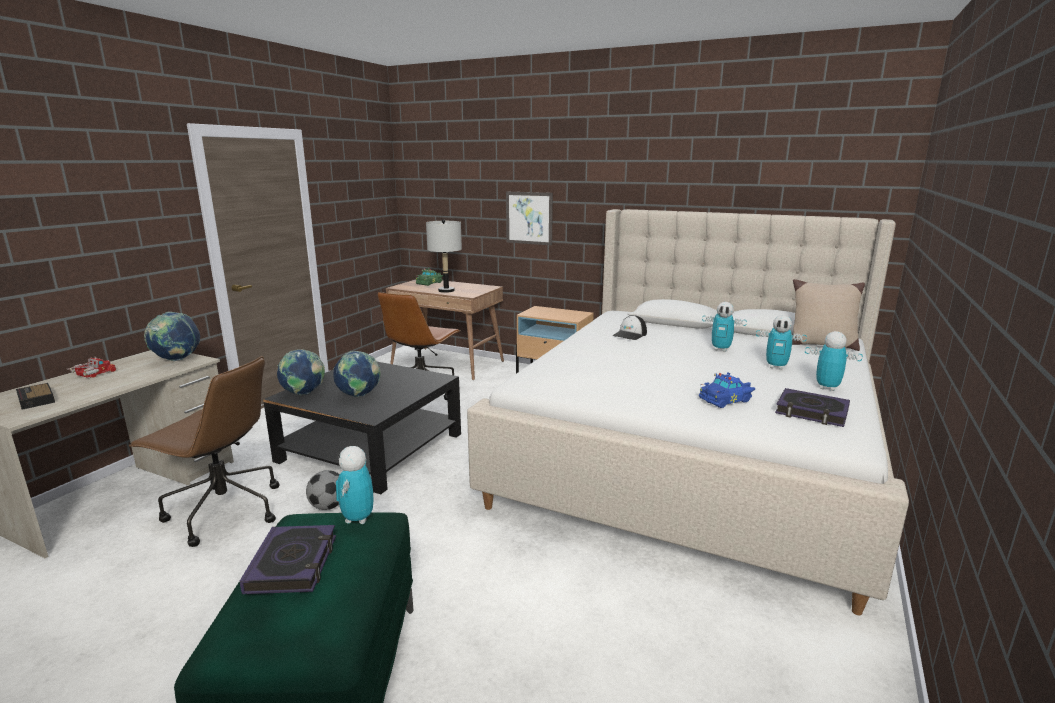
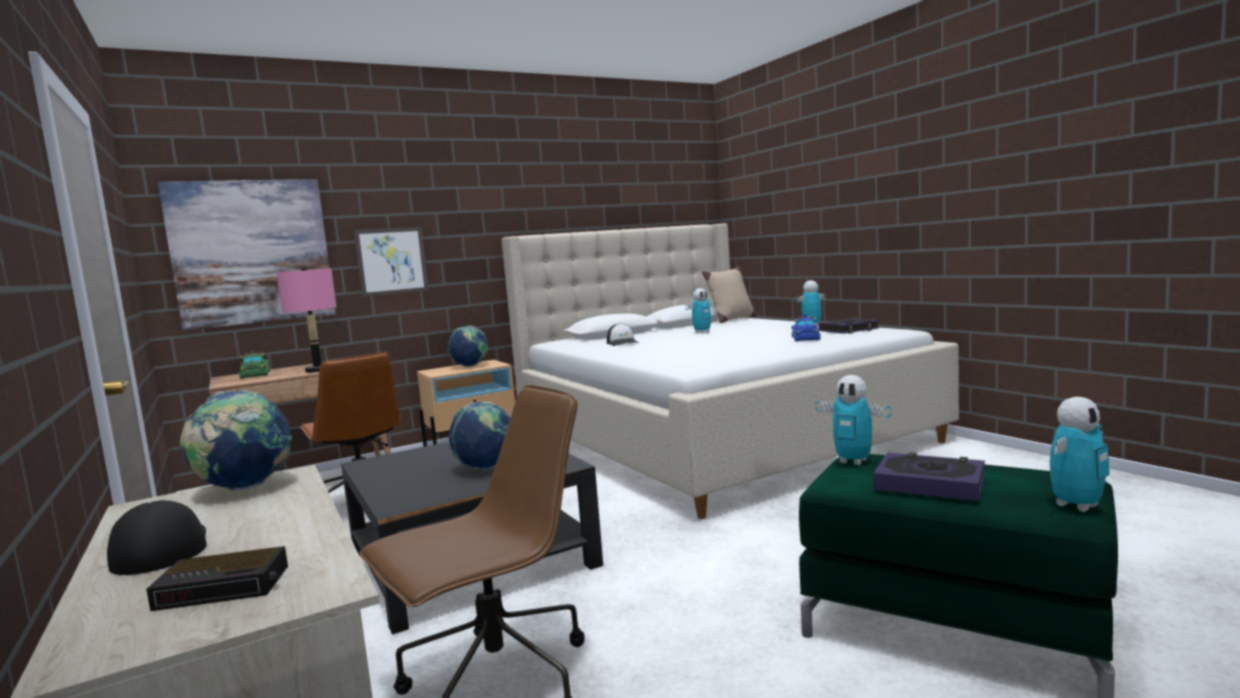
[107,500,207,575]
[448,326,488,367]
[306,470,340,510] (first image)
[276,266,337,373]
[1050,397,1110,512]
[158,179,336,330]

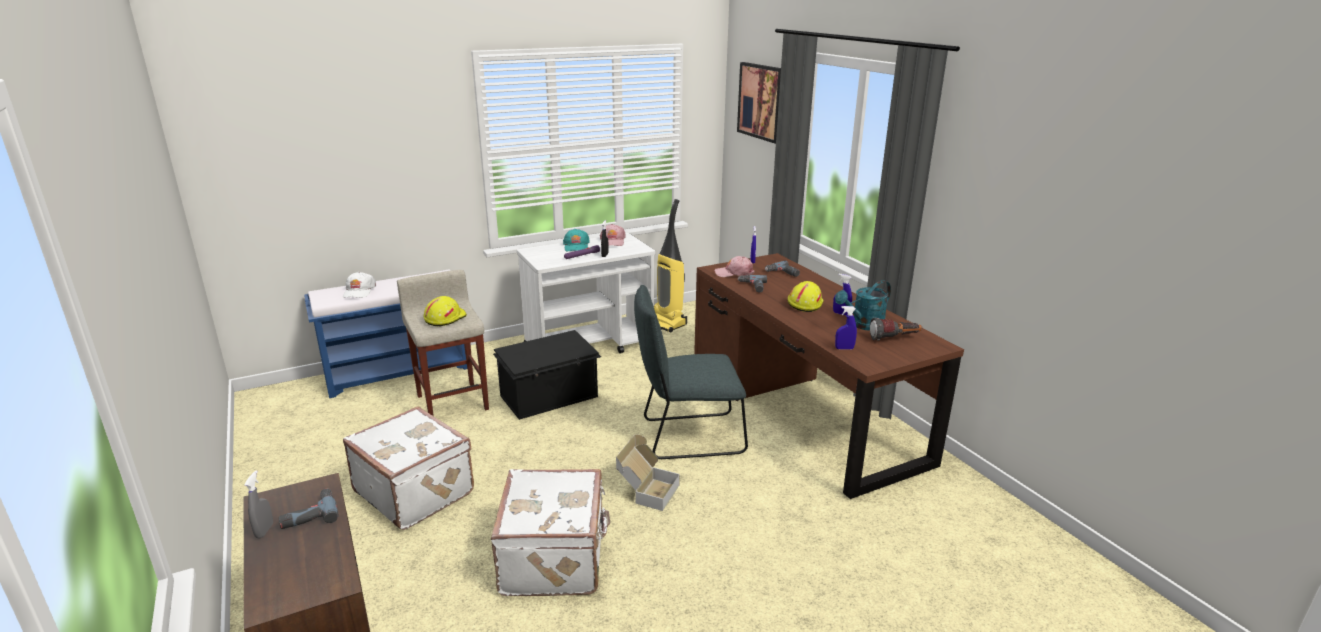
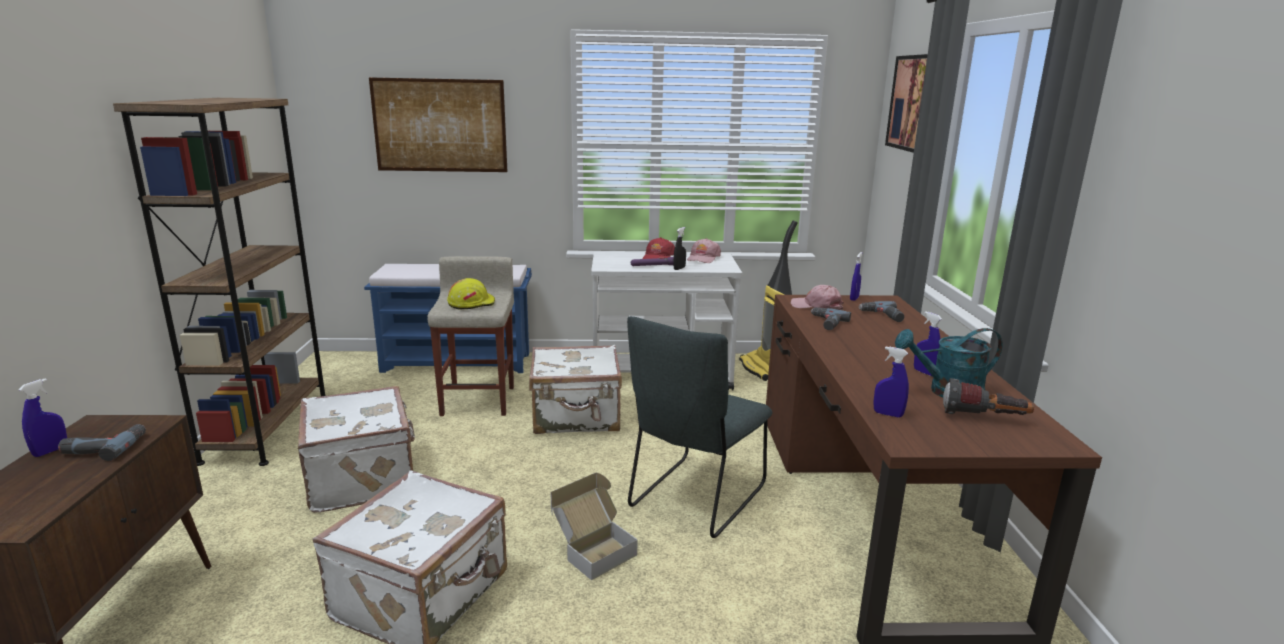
[18,378,67,457]
[343,272,376,298] (first image)
[529,345,622,434]
[642,237,675,259]
[627,316,773,538]
[787,281,824,312] (first image)
[113,98,325,466]
[369,77,507,172]

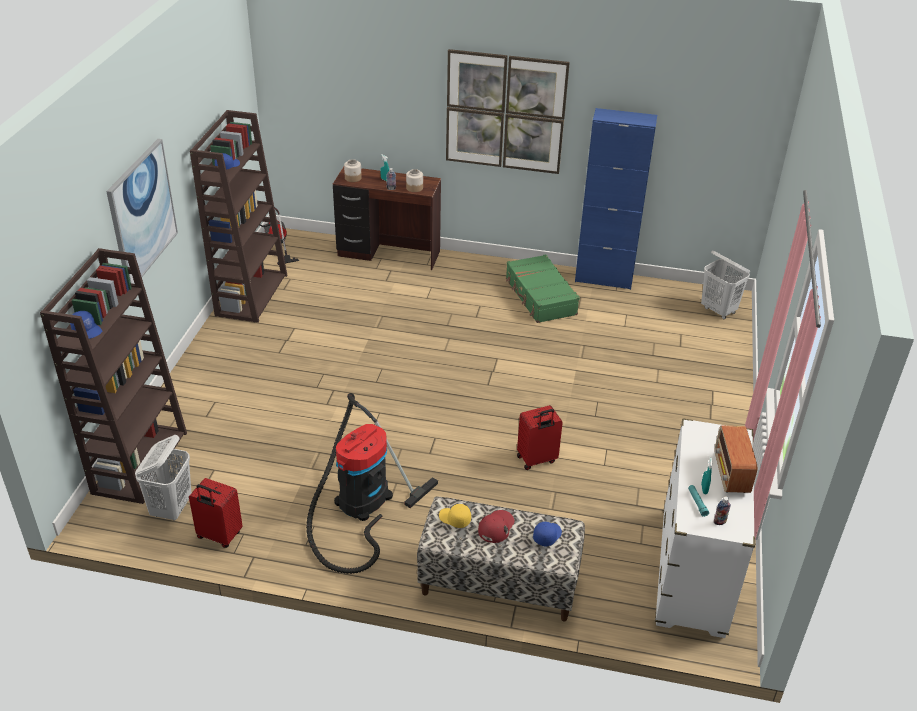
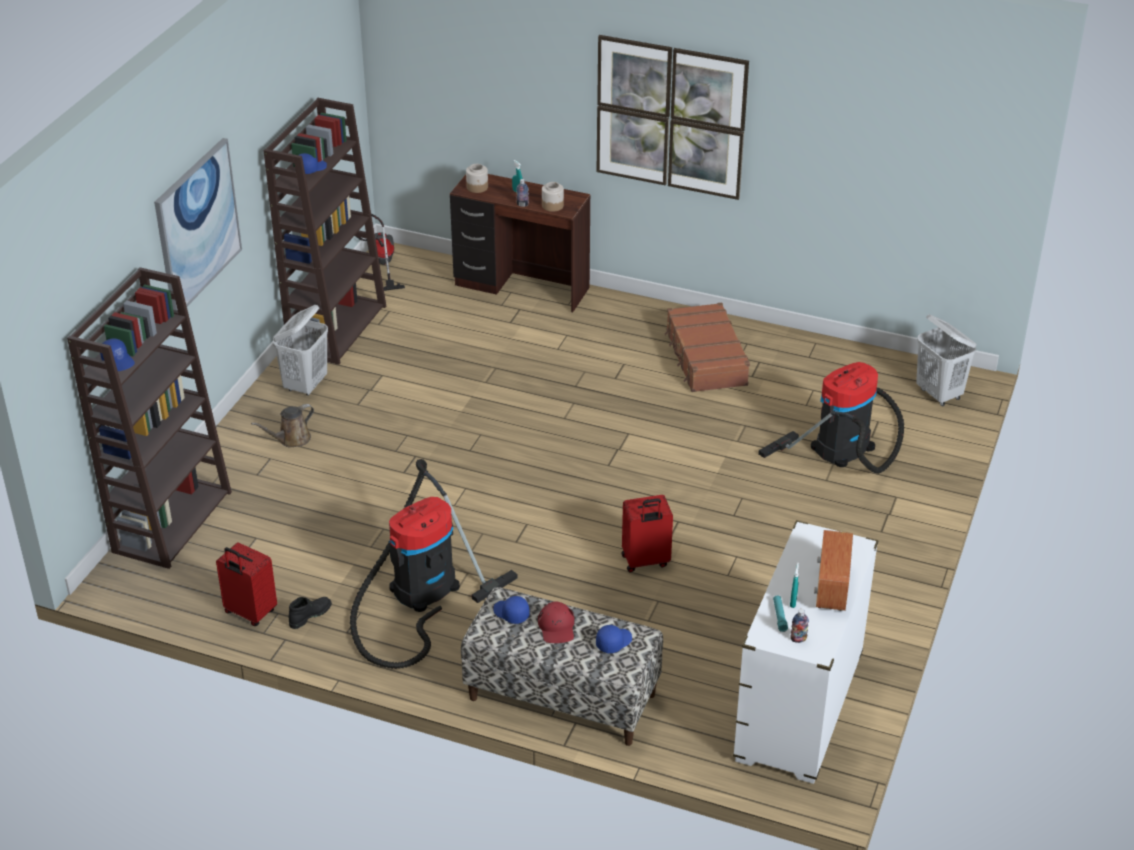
[273,305,328,396]
[493,596,530,624]
[538,602,574,643]
[664,302,750,392]
[575,108,657,290] (first image)
[251,404,314,447]
[289,597,332,629]
[758,362,904,474]

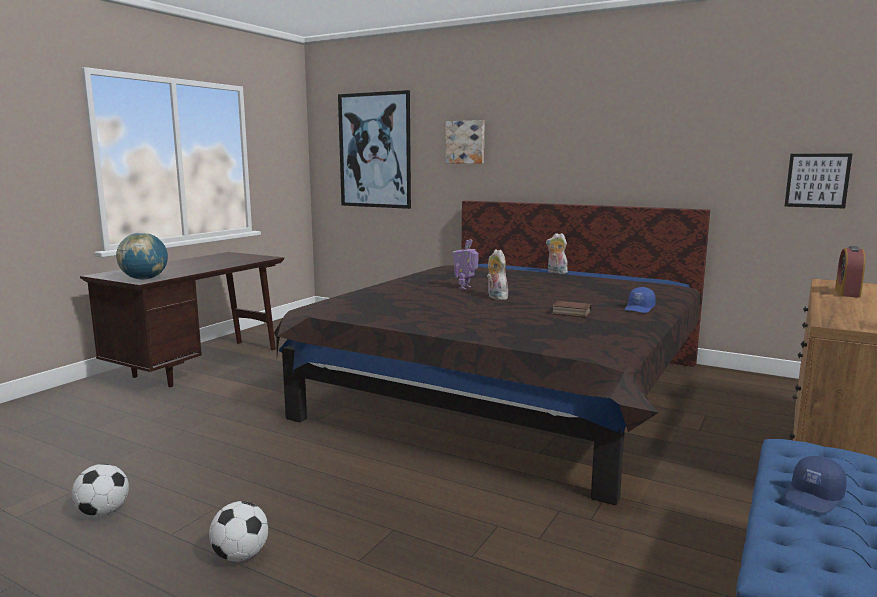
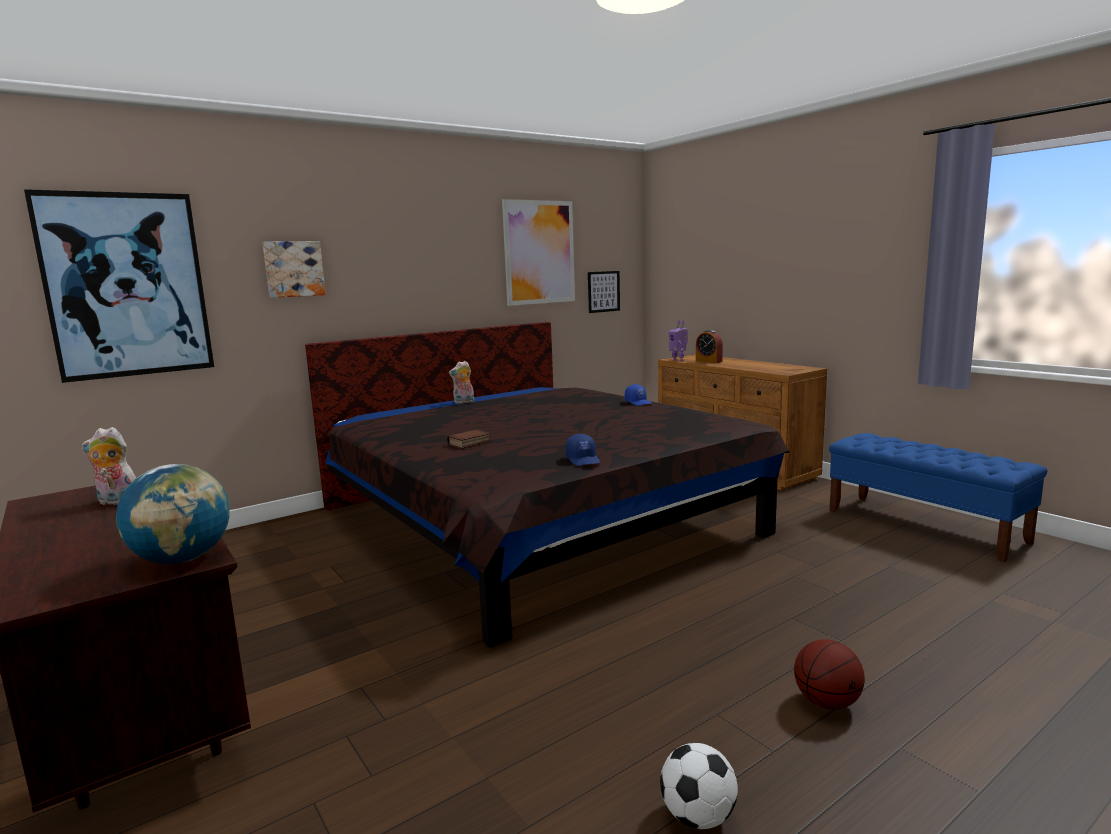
[794,639,865,710]
[669,320,688,361]
[82,427,136,505]
[447,429,491,449]
[566,434,600,466]
[502,199,575,306]

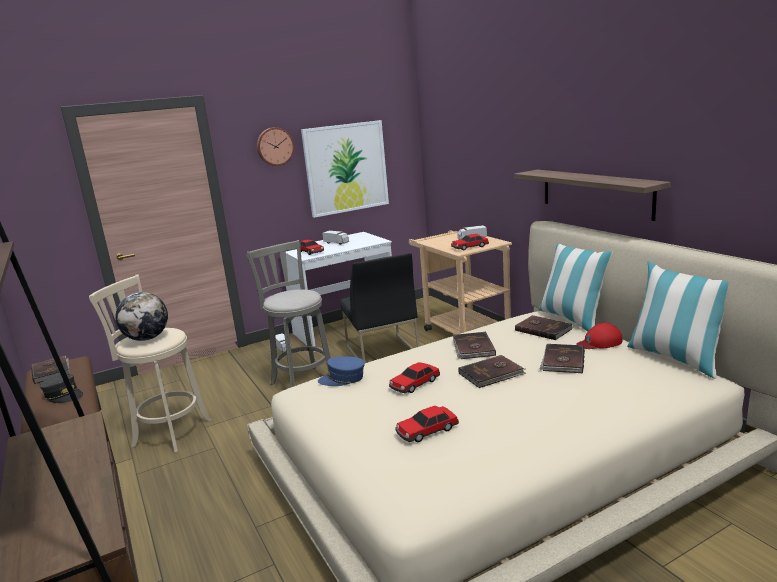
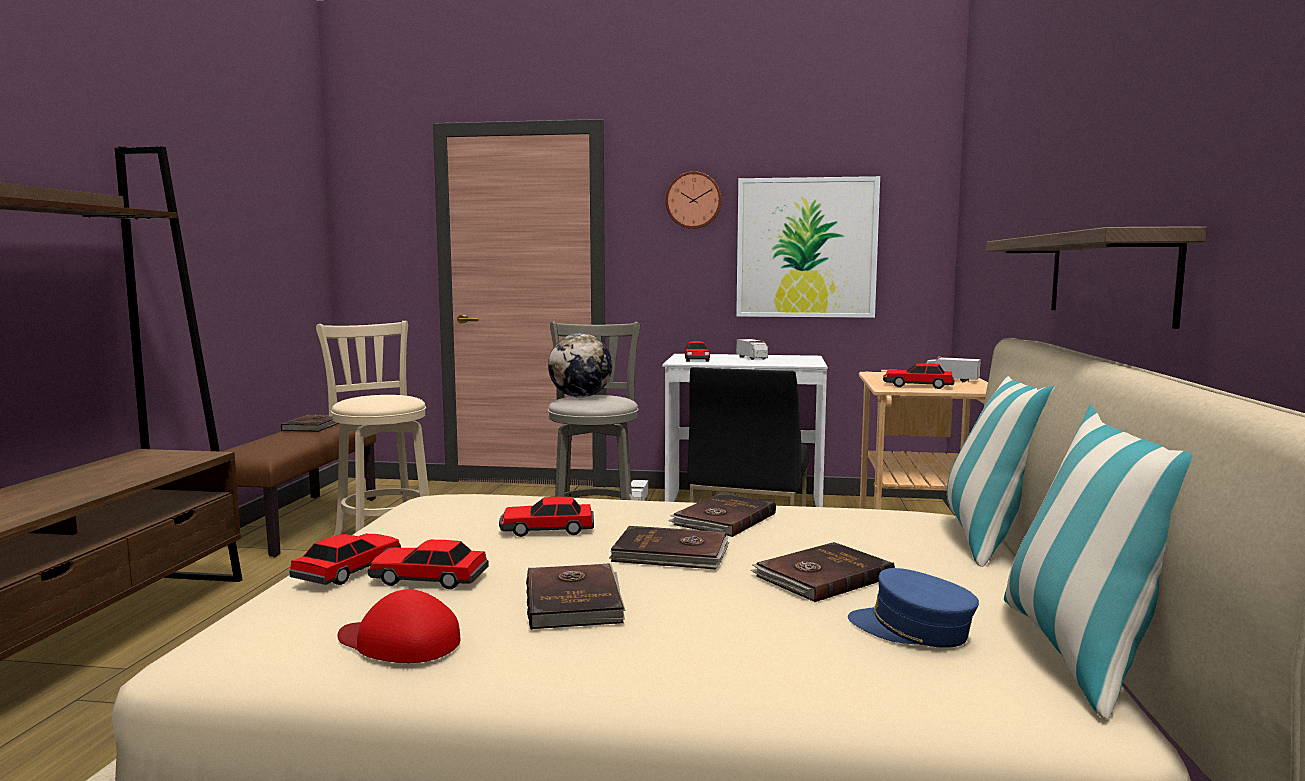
[40,374,83,403] (first image)
[548,333,612,398]
[848,568,979,648]
[526,564,625,630]
[337,589,460,663]
[289,534,401,585]

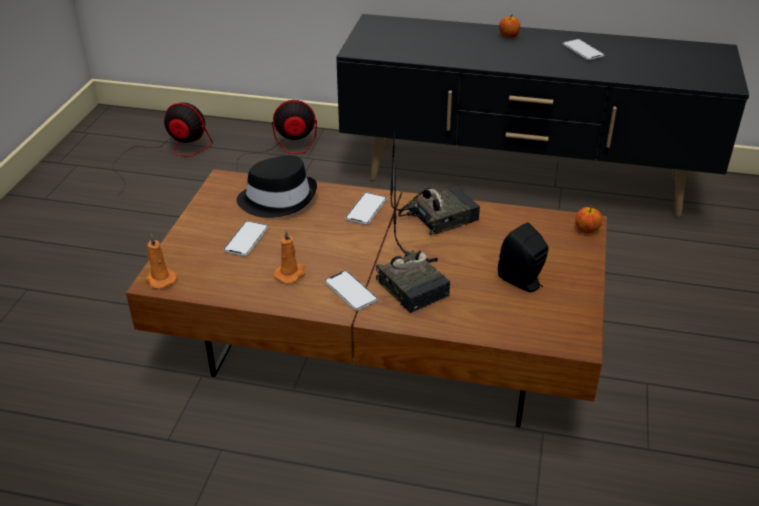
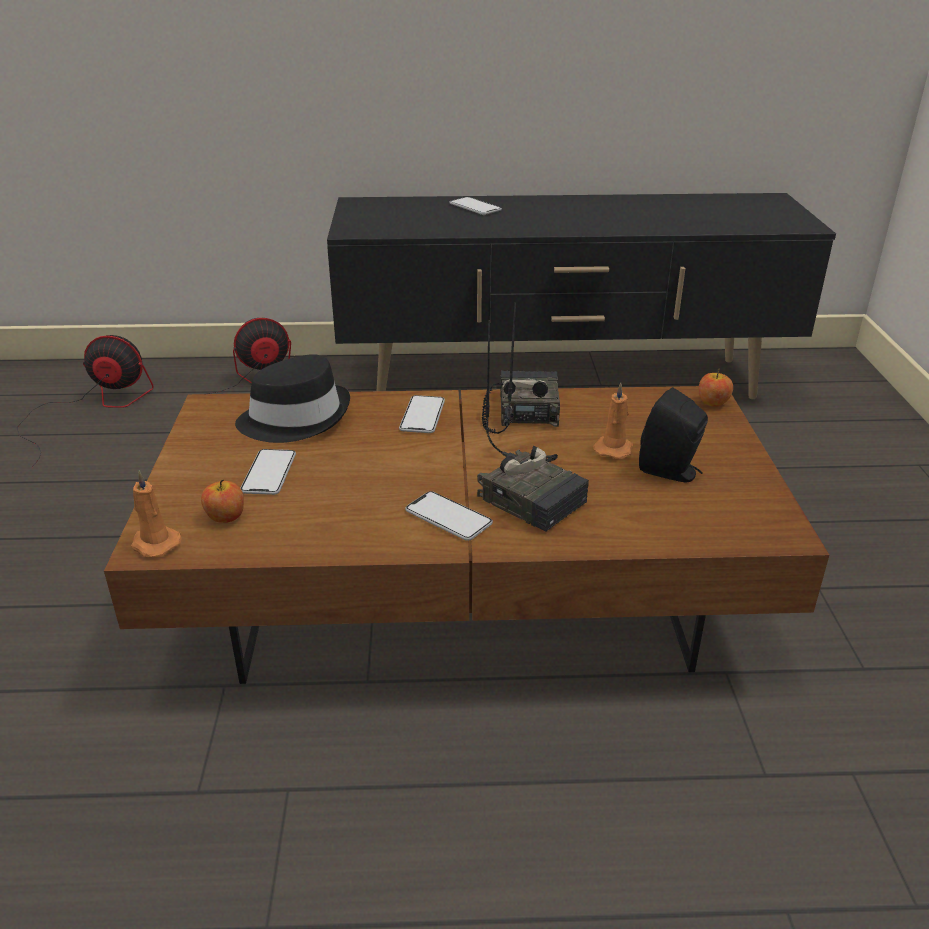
[593,382,633,459]
[482,303,560,434]
[201,479,244,523]
[449,197,502,215]

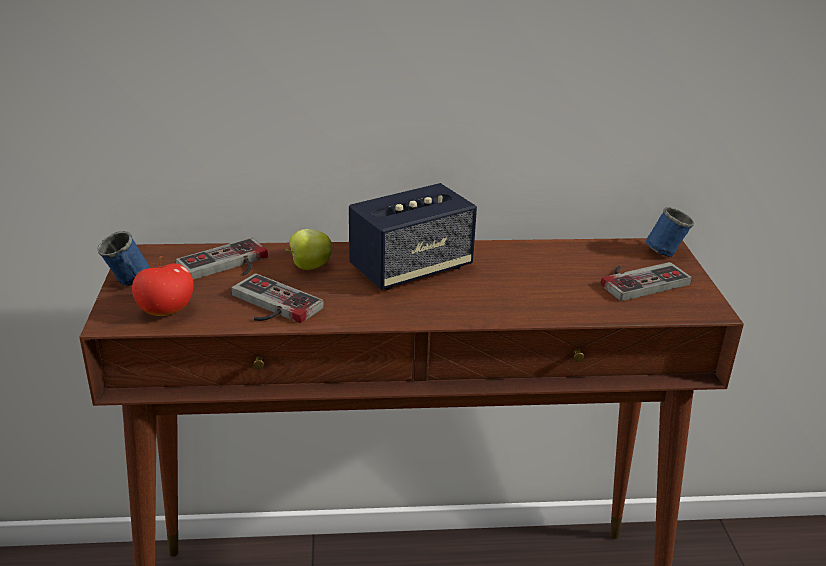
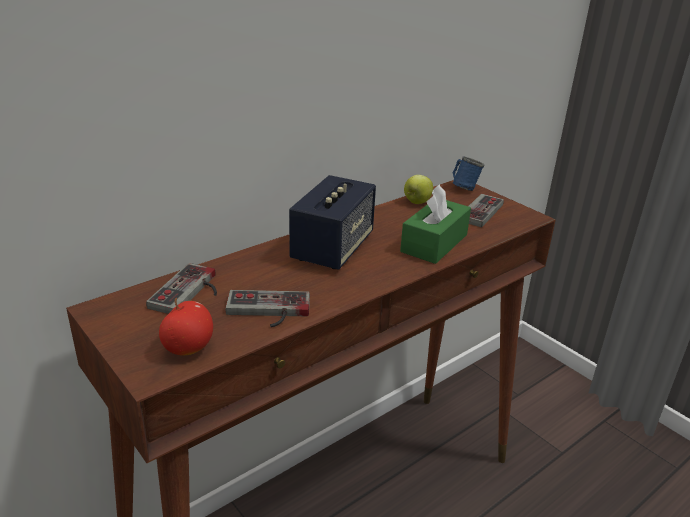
[98,231,150,286] (first image)
[404,175,433,204]
[400,185,471,264]

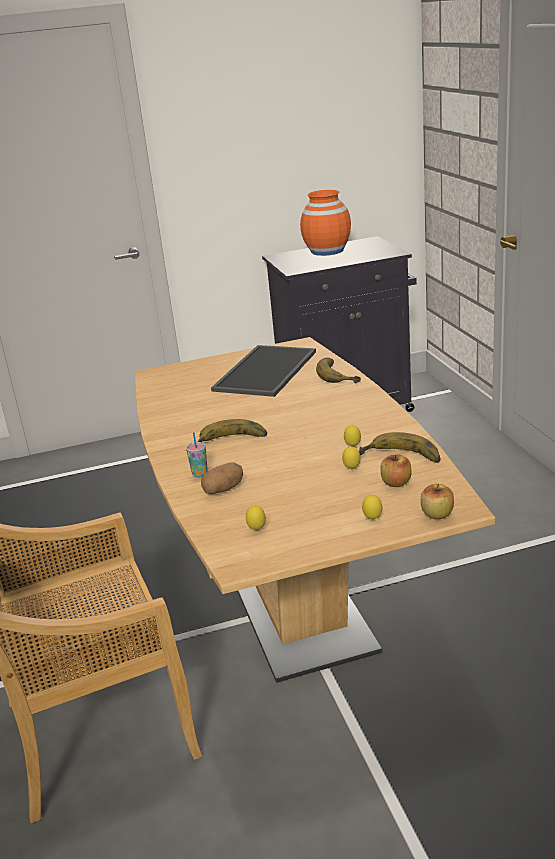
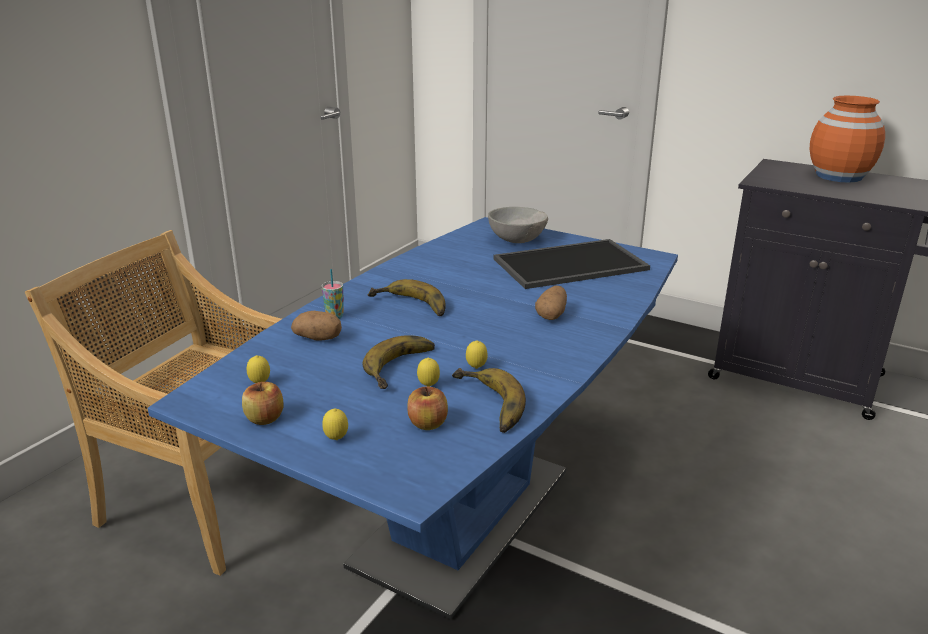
[148,217,678,620]
[362,335,435,389]
[242,382,284,425]
[488,207,548,243]
[535,286,567,320]

